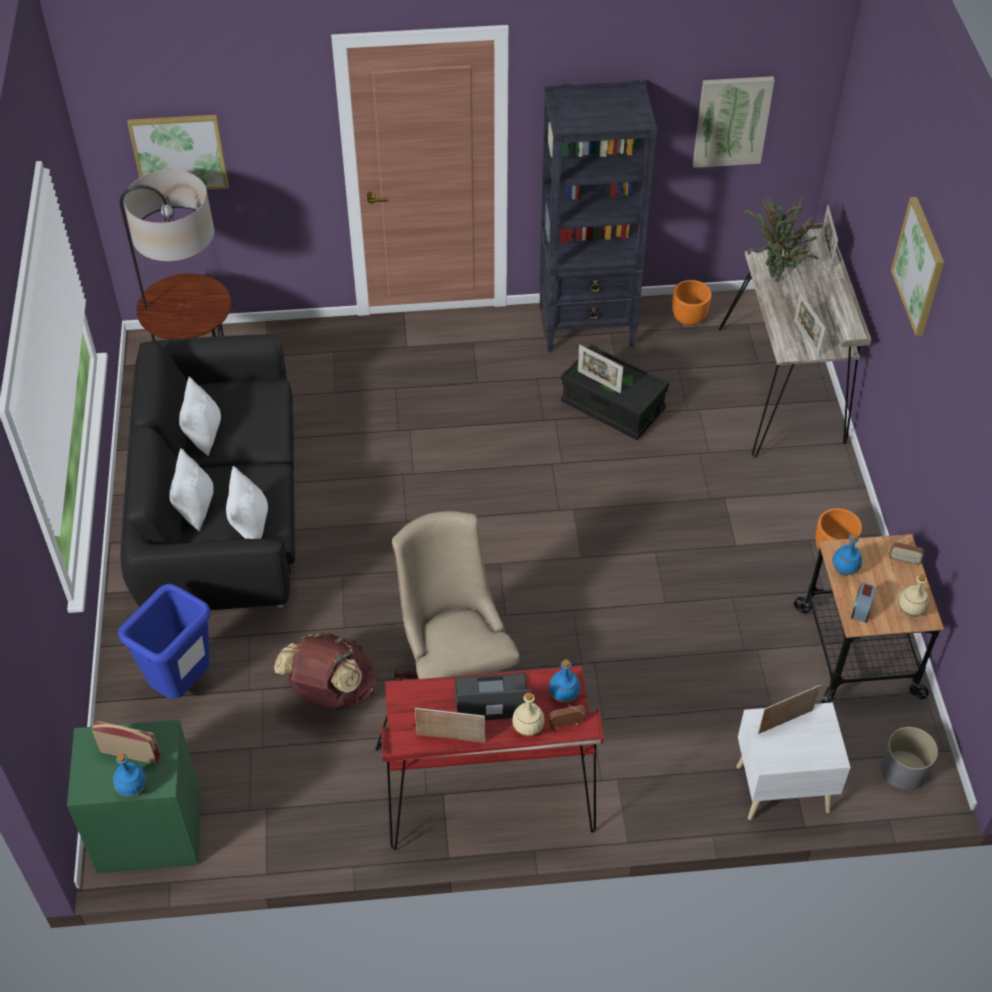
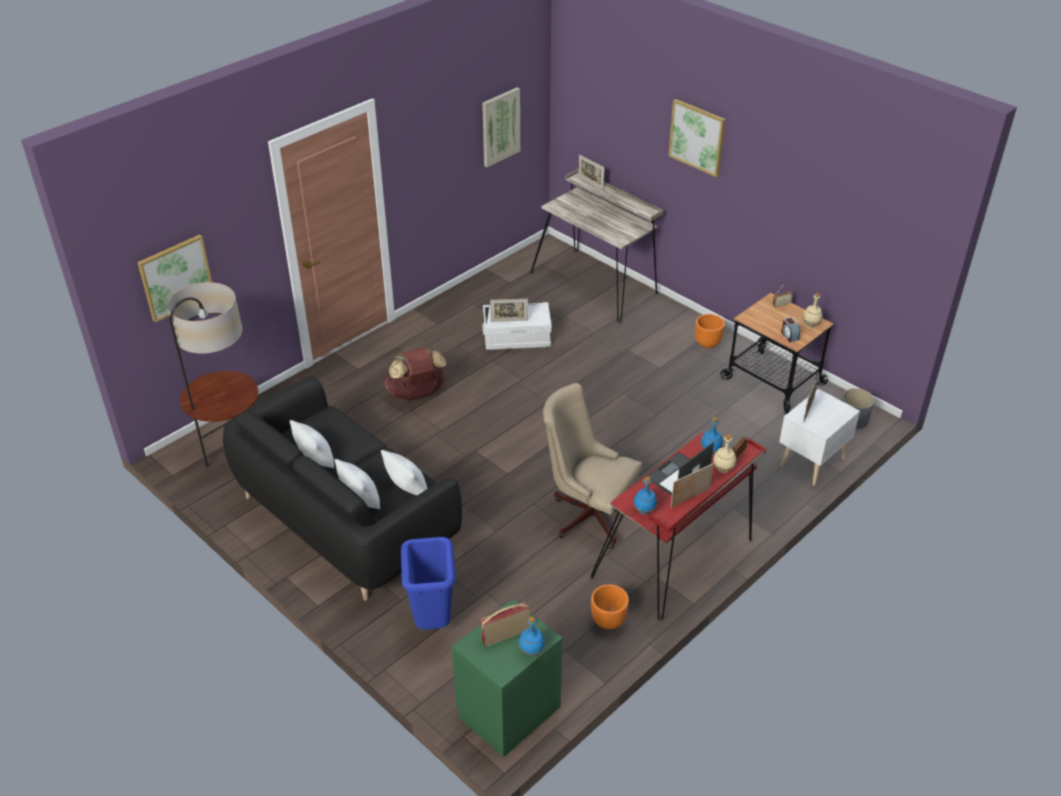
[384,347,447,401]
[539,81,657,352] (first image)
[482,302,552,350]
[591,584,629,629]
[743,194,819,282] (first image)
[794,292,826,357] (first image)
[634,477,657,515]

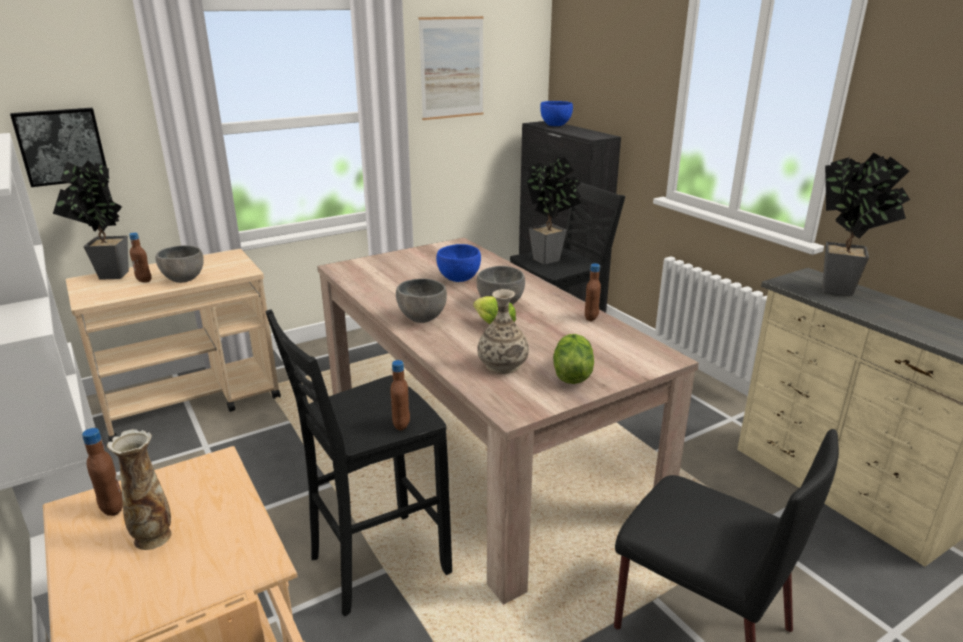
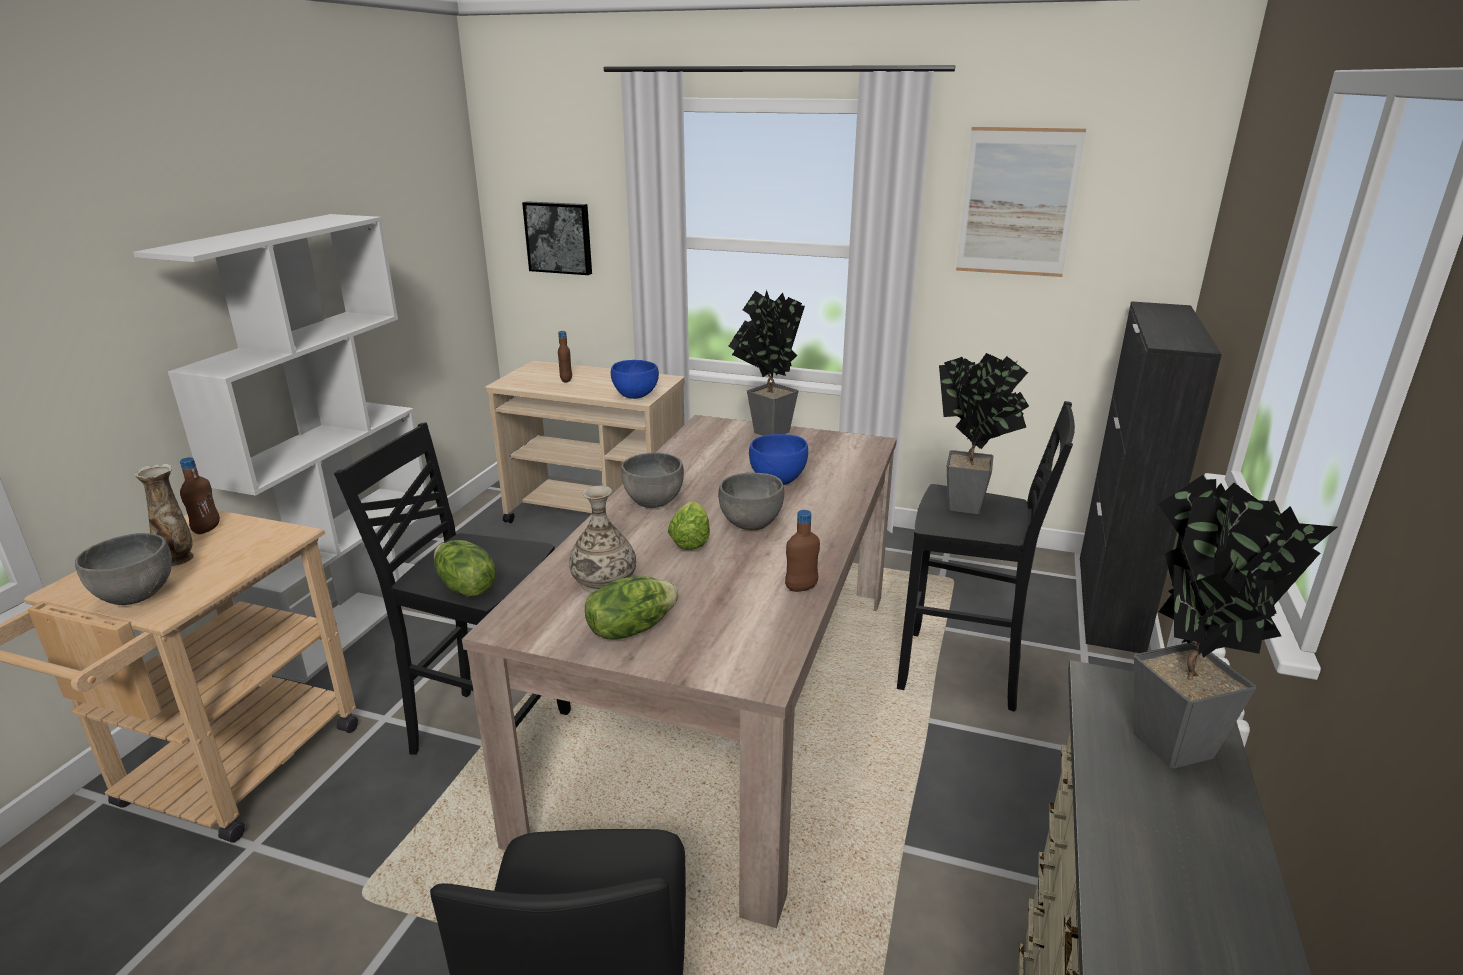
[729,290,805,436]
[75,533,172,605]
[434,540,496,597]
[611,360,659,399]

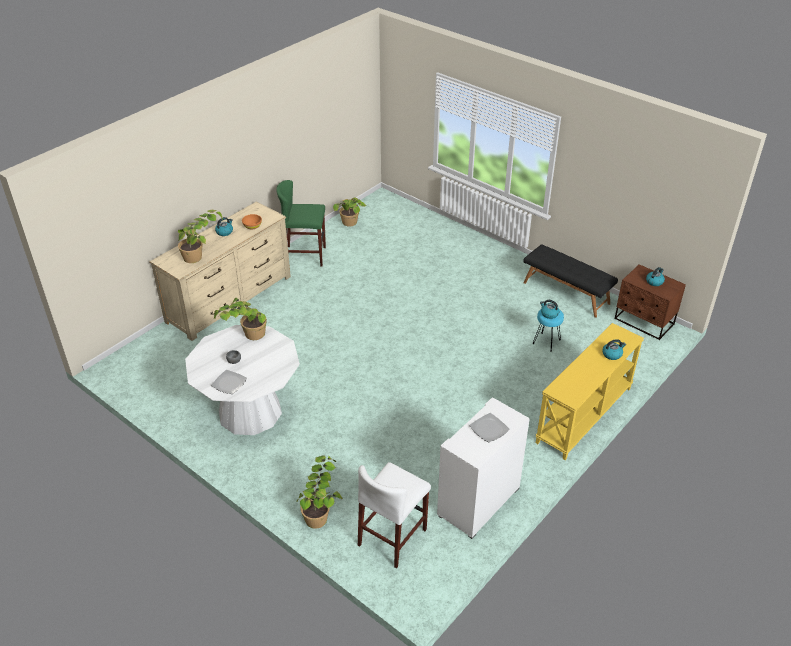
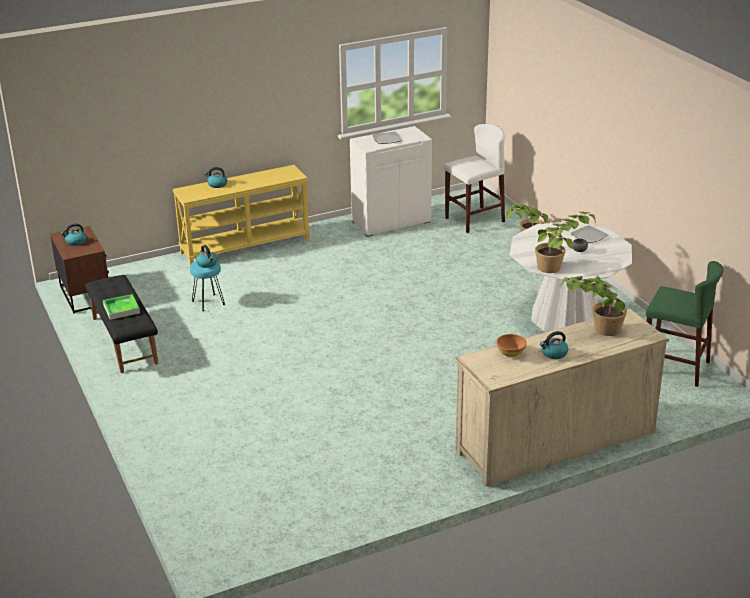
[646,261,724,387]
[333,197,367,226] (first image)
[103,294,140,320]

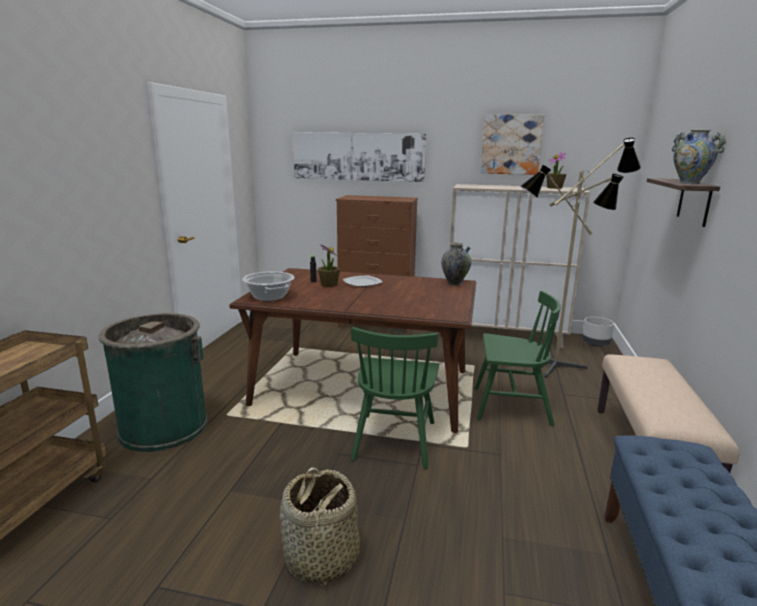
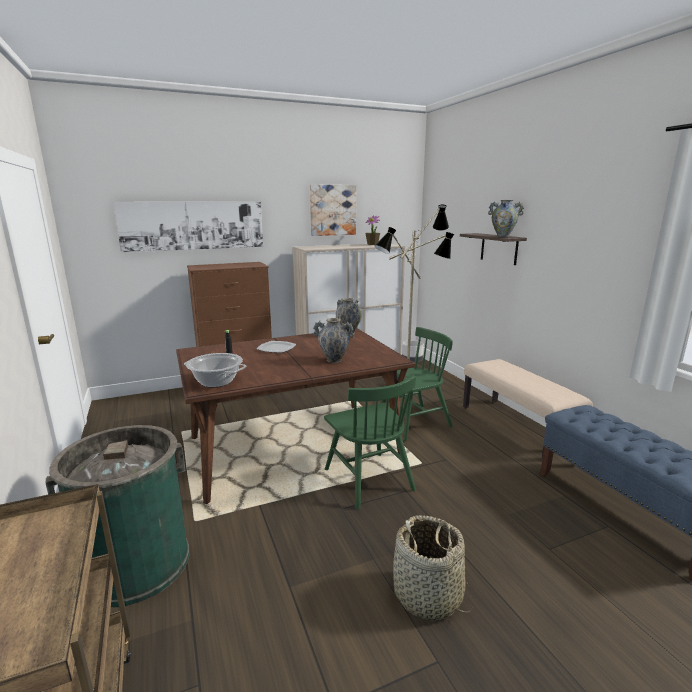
[318,244,340,287] (first image)
[313,318,354,363]

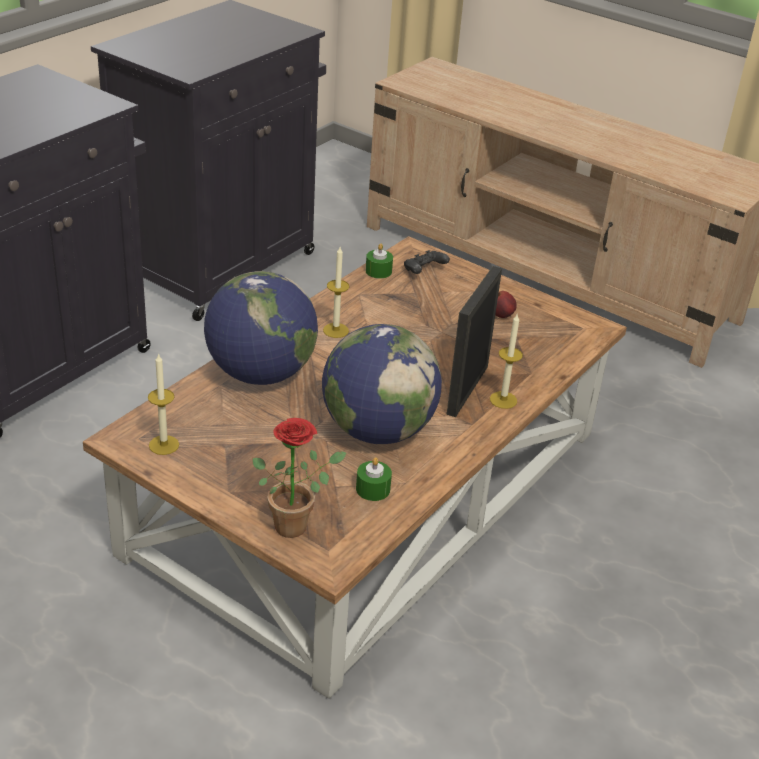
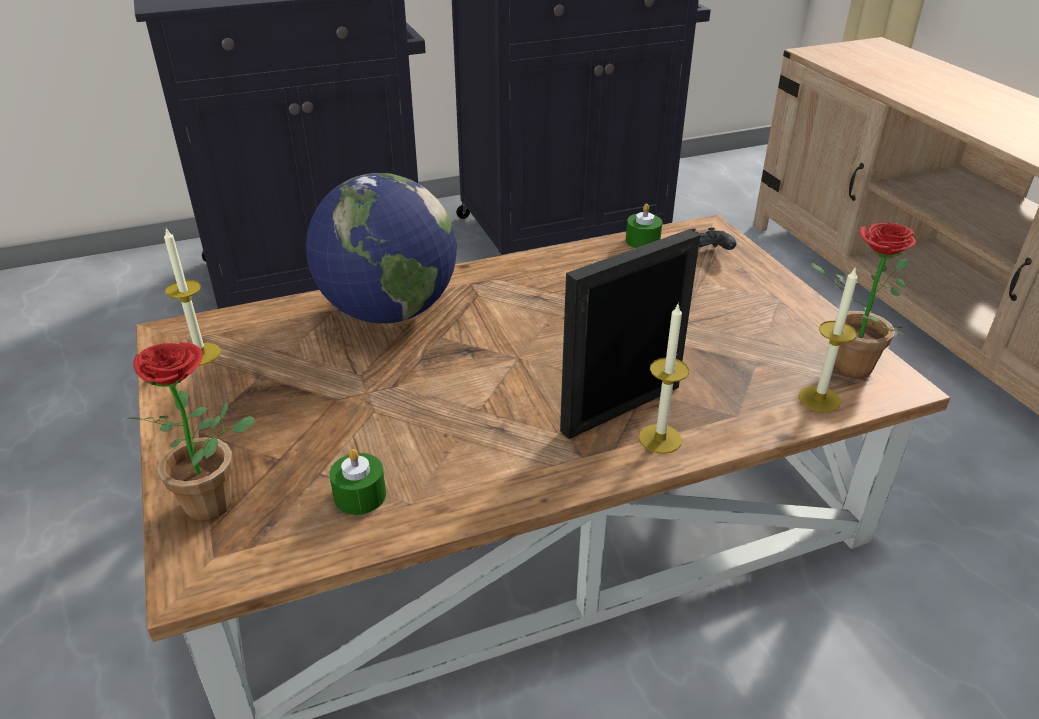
[322,324,442,444] (first image)
[799,266,858,412]
[495,291,517,318] (first image)
[809,223,916,378]

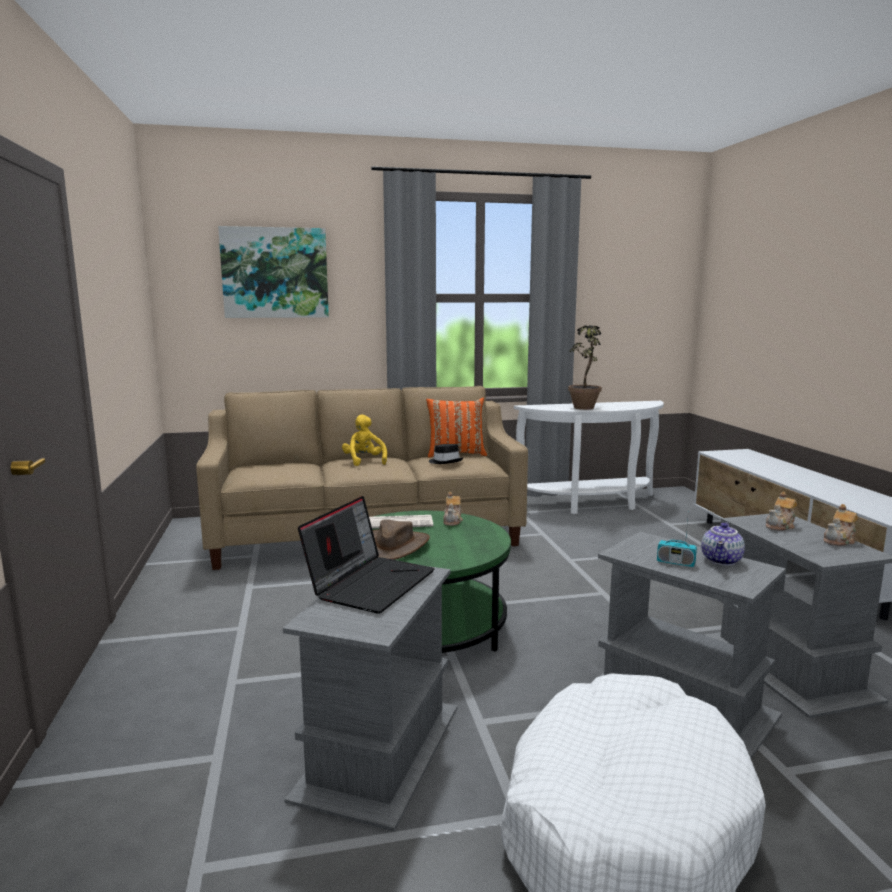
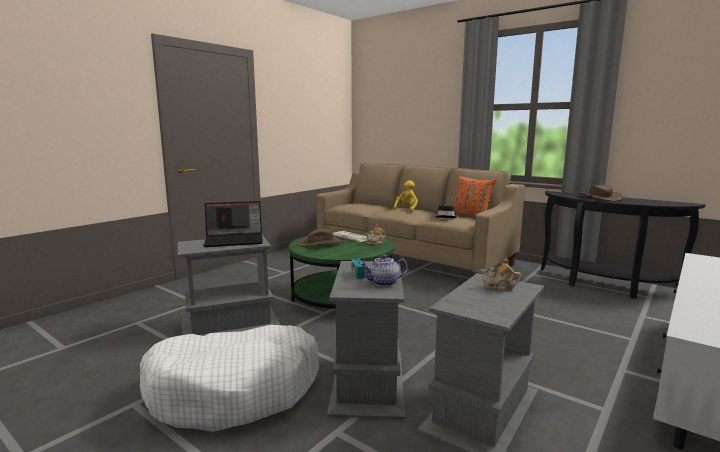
[218,226,329,318] (first image)
[541,191,706,299]
[578,185,623,202]
[823,504,858,546] (first image)

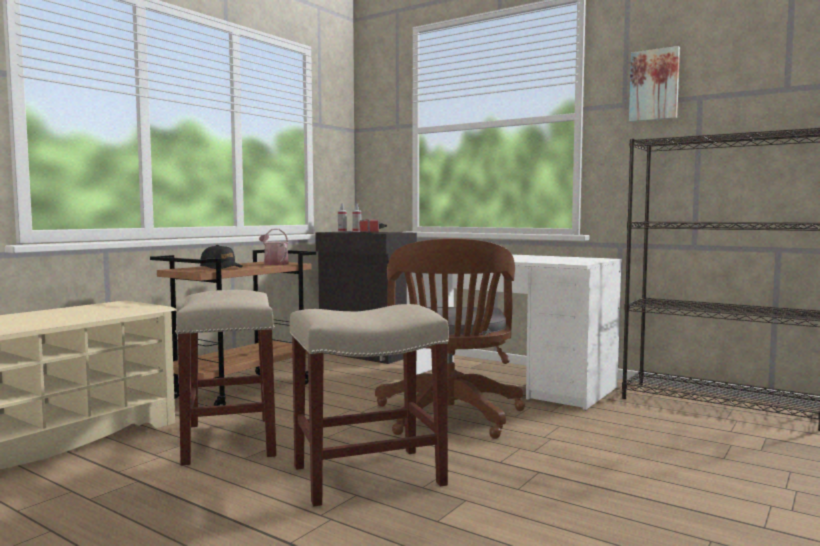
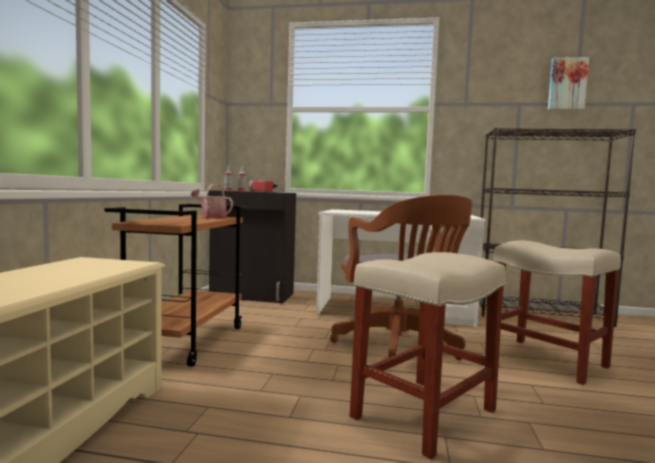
[493,240,621,385]
[200,245,243,269] (first image)
[548,57,589,110]

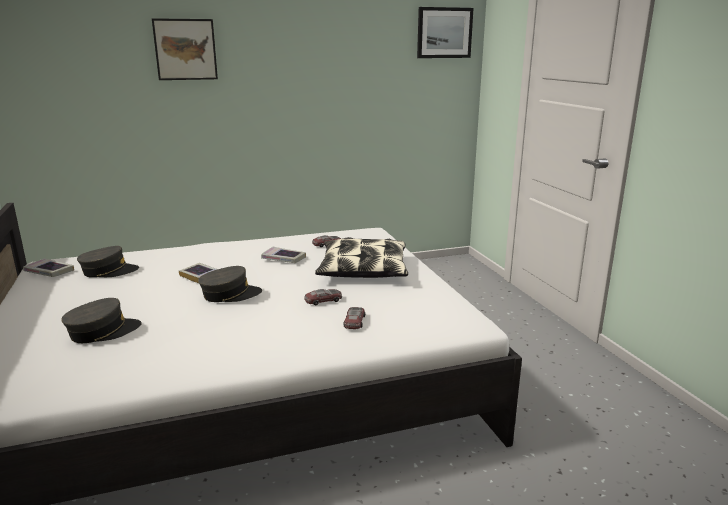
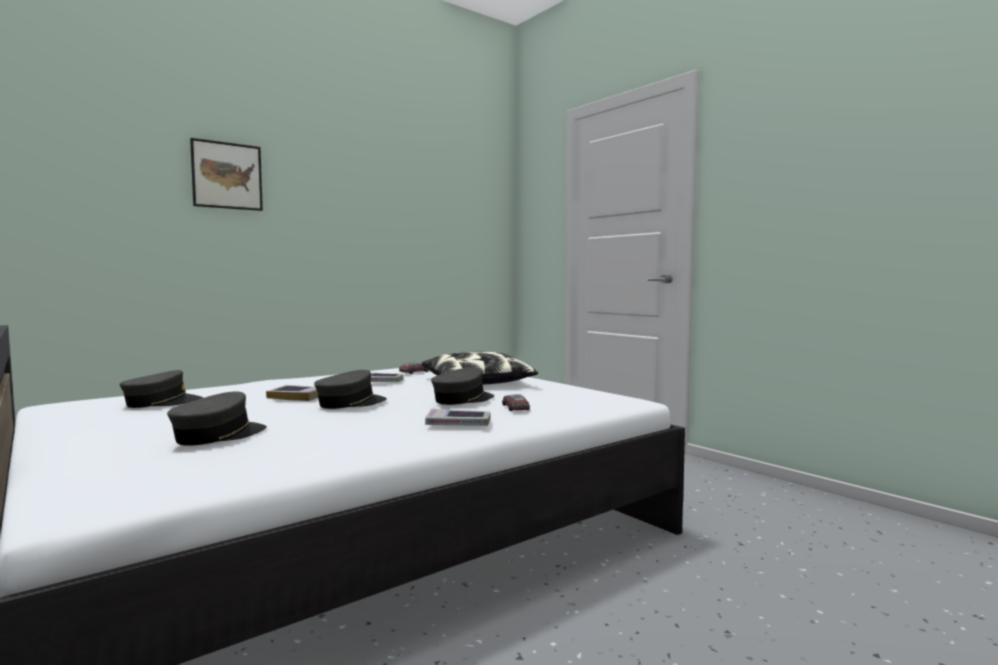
[425,409,491,426]
[431,367,494,405]
[417,7,474,58] (first image)

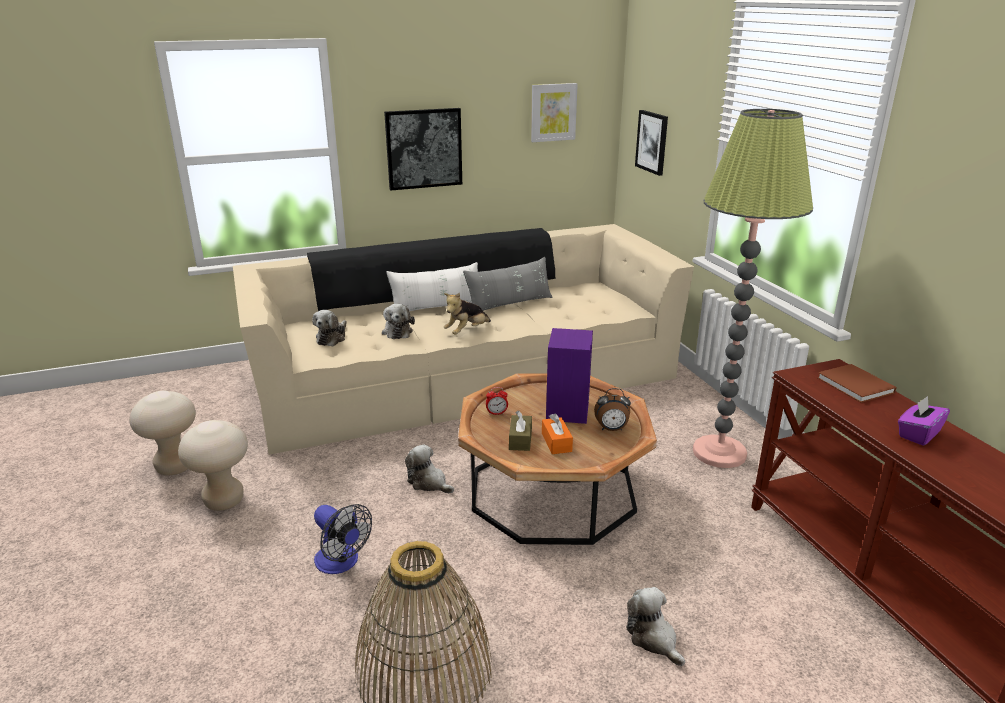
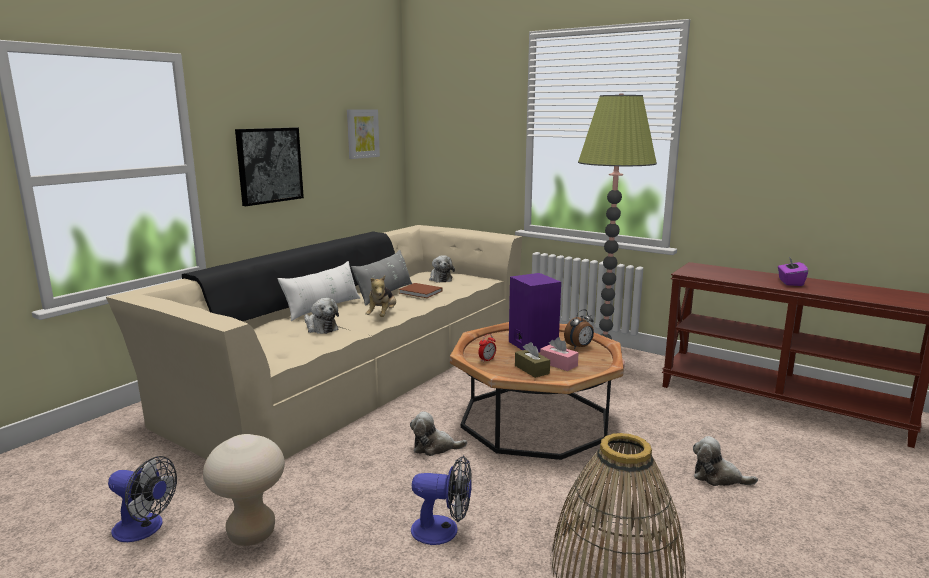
[108,456,177,542]
[429,255,455,282]
[540,337,579,371]
[635,110,668,176] (first image)
[399,283,443,298]

